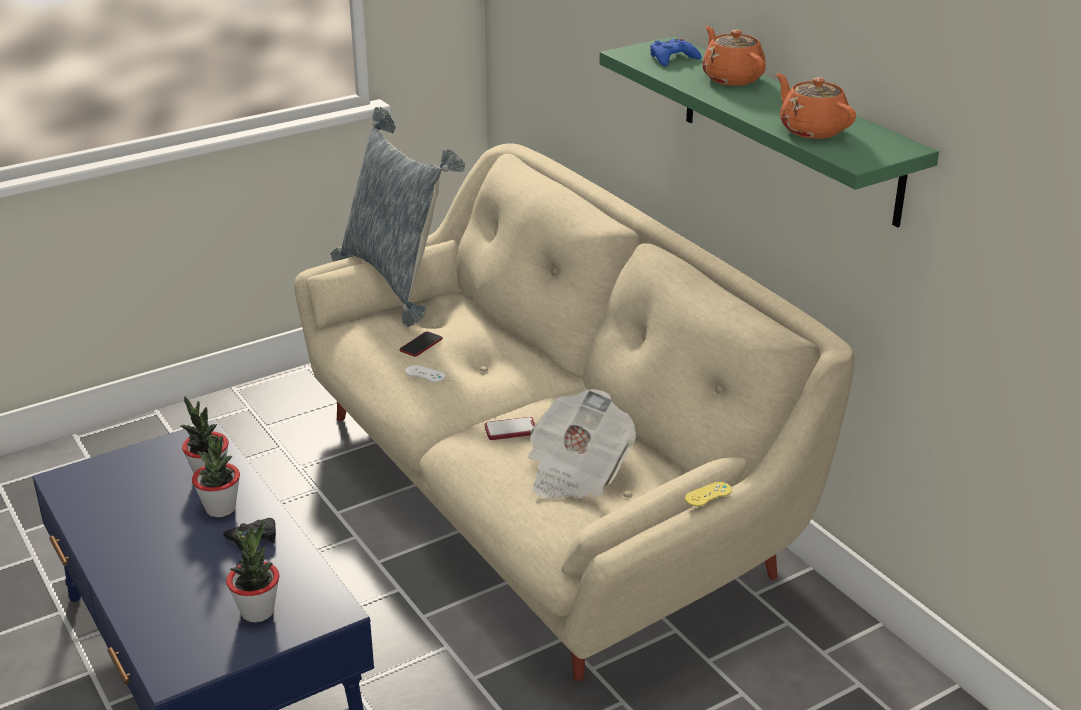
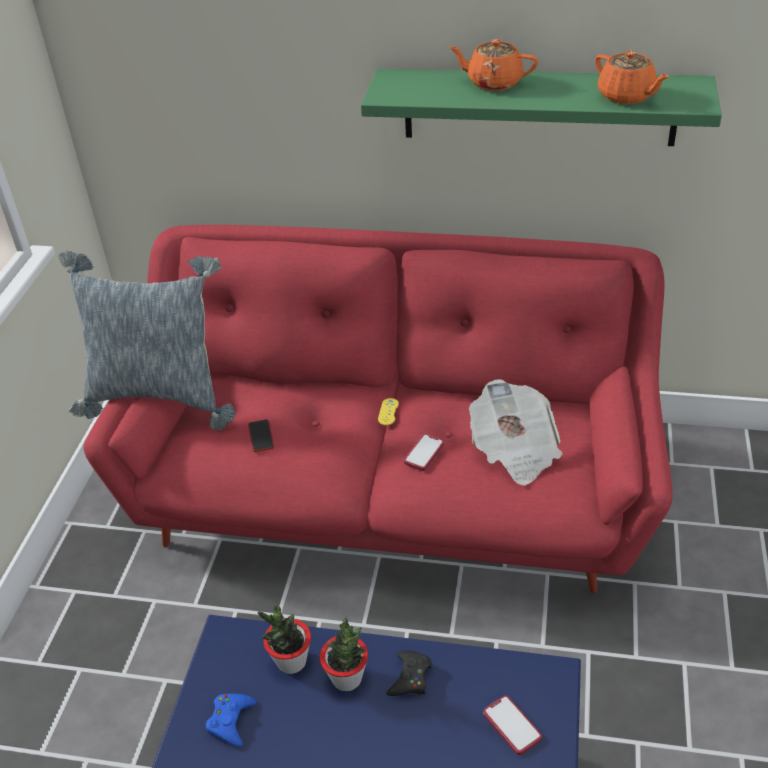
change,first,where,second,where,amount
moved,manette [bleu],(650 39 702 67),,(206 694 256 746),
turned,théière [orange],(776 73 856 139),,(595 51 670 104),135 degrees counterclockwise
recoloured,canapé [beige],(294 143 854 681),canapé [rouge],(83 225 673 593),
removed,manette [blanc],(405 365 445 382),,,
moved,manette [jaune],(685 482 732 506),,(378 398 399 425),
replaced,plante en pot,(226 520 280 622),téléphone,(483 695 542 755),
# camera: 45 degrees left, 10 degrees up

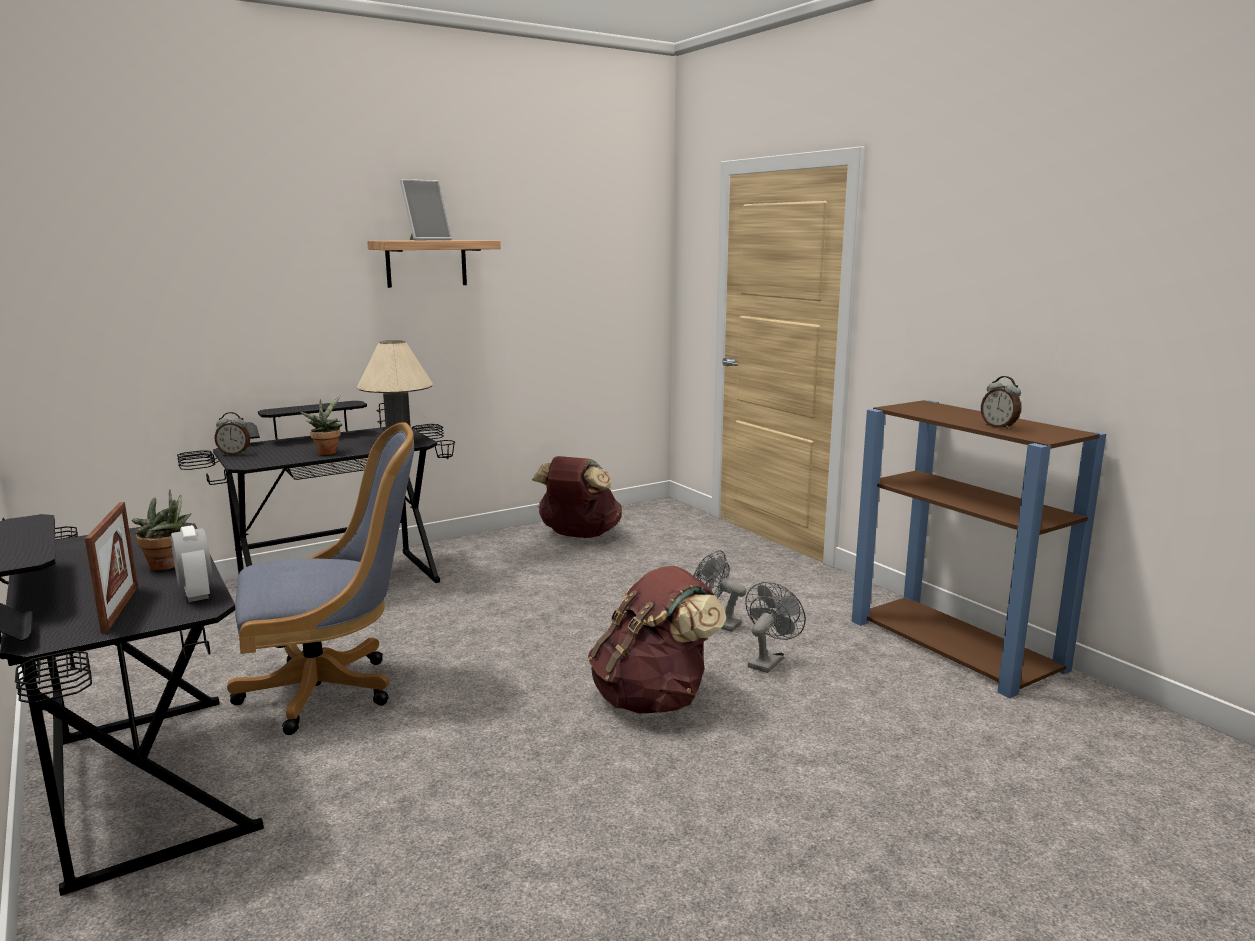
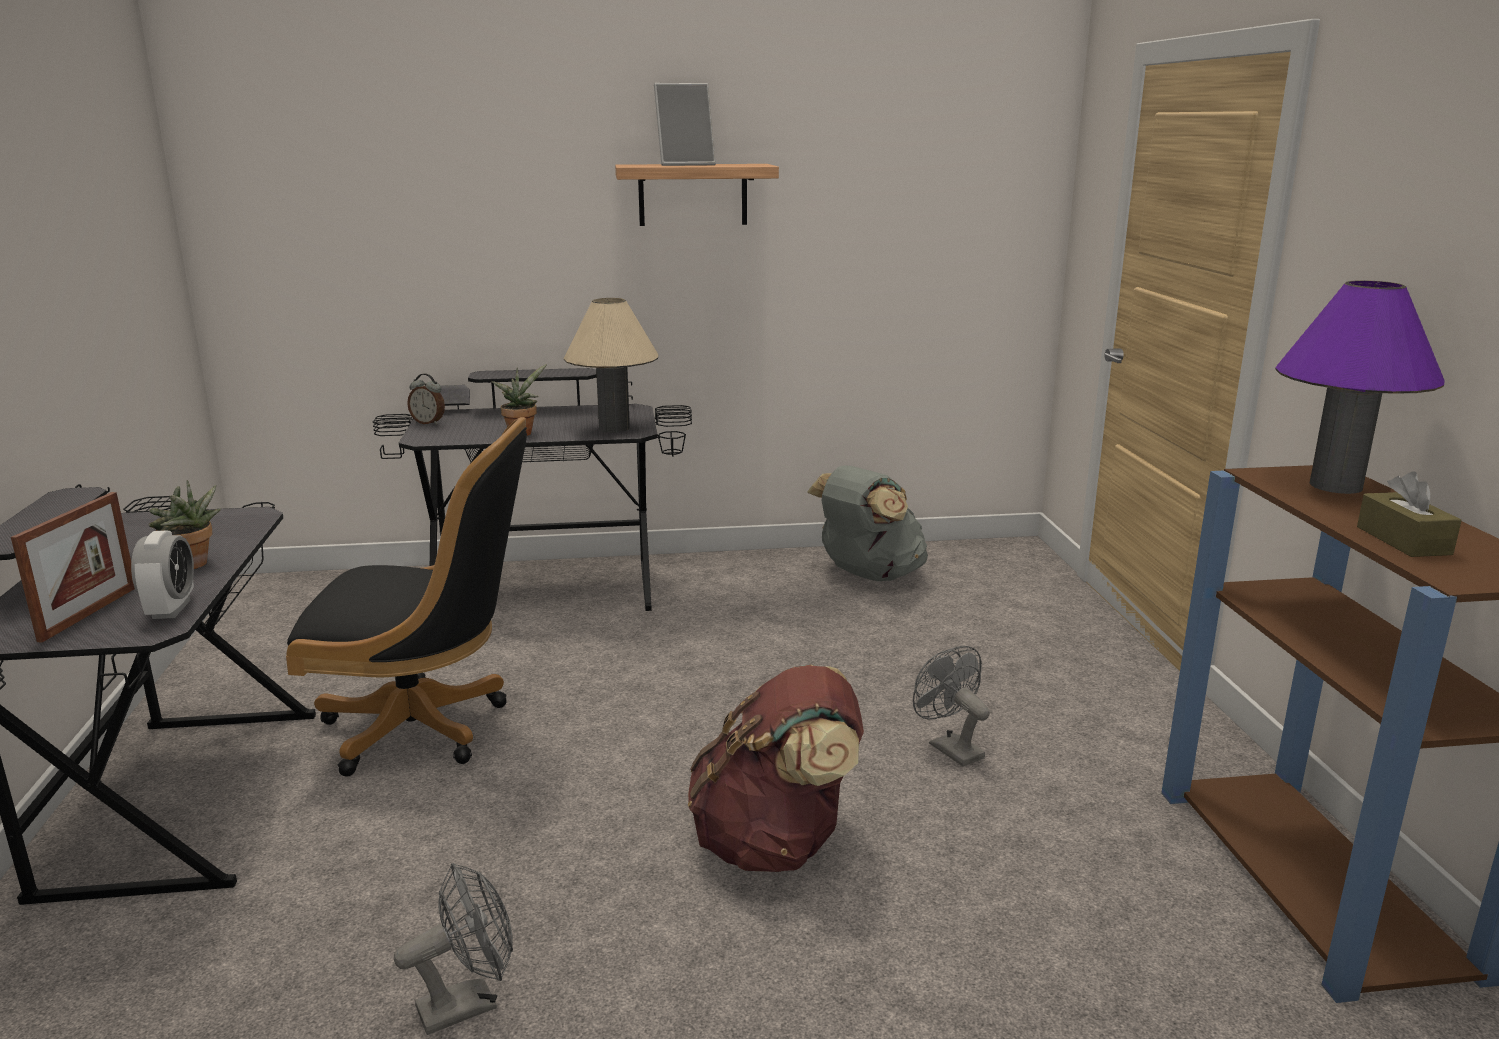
change,first,where,second,where,amount
replaced,réveil,(981 376 1021 430),boîte à mouchoirs [marron],(1357 471 1462 557),
recoloured,chaise de bureau [bleu],(227 422 414 735),chaise de bureau [noir],(286 417 527 777),
recoloured,sac à dos [marron],(532 456 622 538),sac à dos [gris],(807 465 928 581),
moved,ventilateur [gris],(745 582 806 673),,(394 863 513 1035),
added,,,lampe de table [violet],(1275 280 1445 494),
# camera: 25 degrees right, 5 degrees up

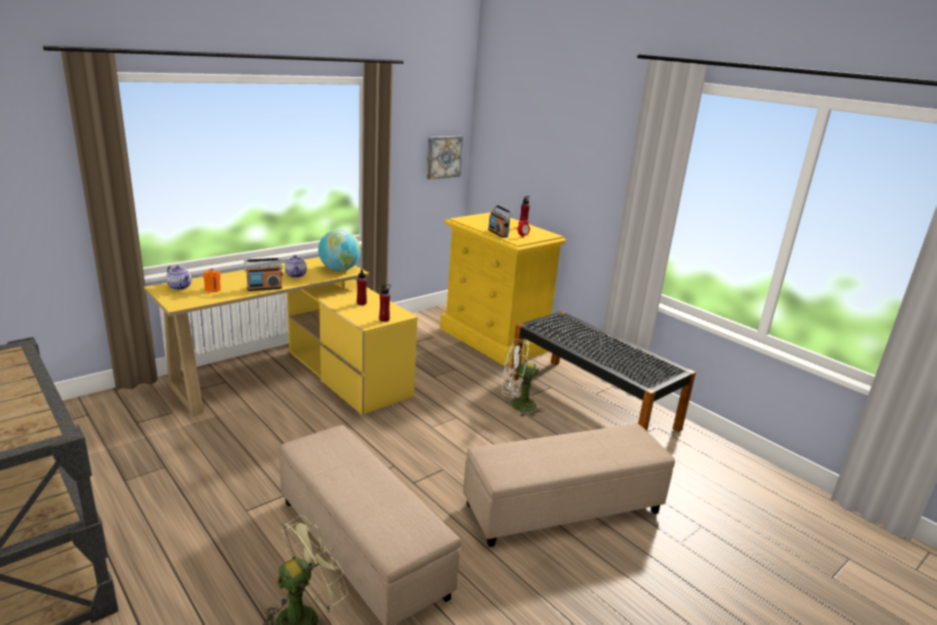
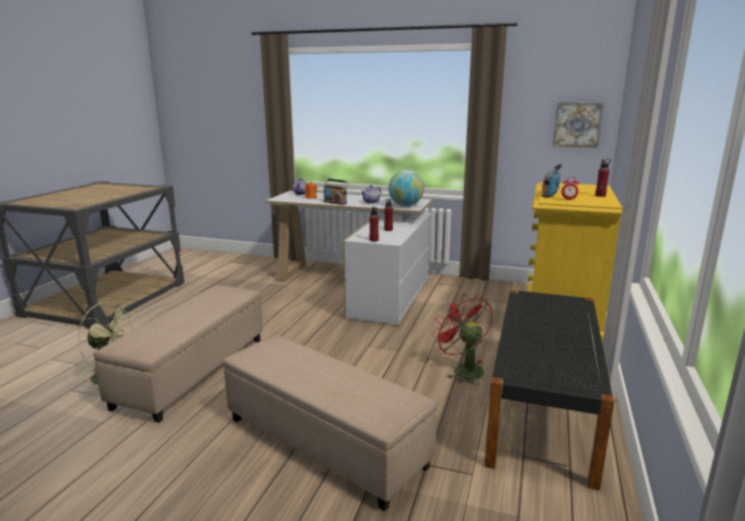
change,first,where,second,where,amount
recoloured,bureau [jaune],(144 257 418 416),bureau [blanc],(265 191 432 325),
recoloured,ventilateur [blanc],(501 339 544 417),ventilateur [rouge],(432 294 493 385),
# camera: 60 degrees right, 5 degrees down

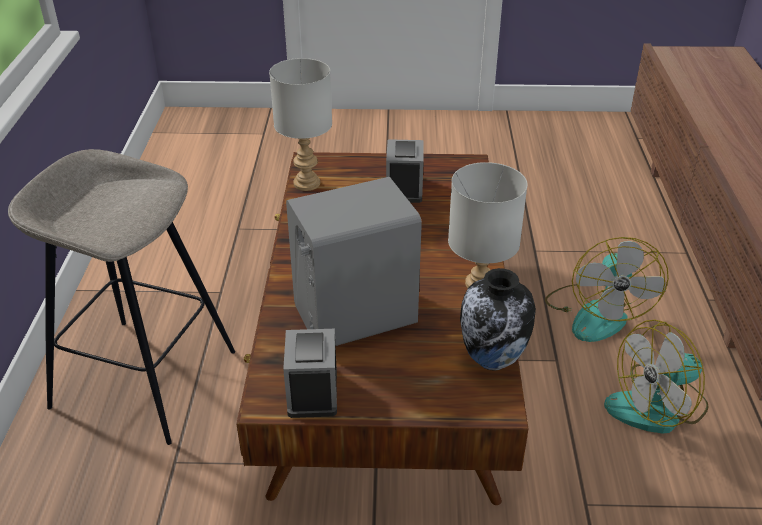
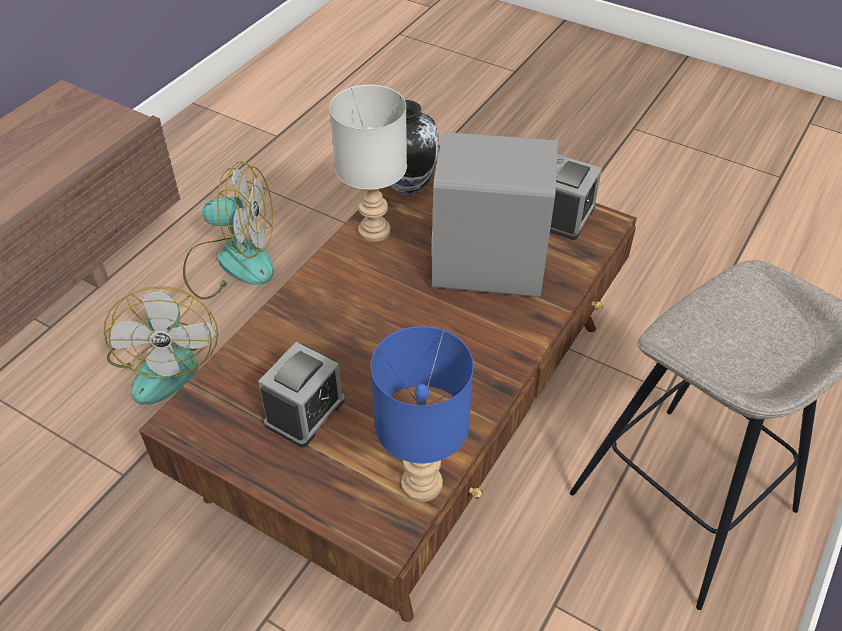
change,first,where,second,where,amount
recoloured,lampe de table [gris],(269 58 332 191),lampe de table [bleu],(371 326 473 502),
turned,ventilateur,(545 237 669 342),,(104 286 218 405),135 degrees clockwise
# camera: 150 degrees left, 10 degrees up

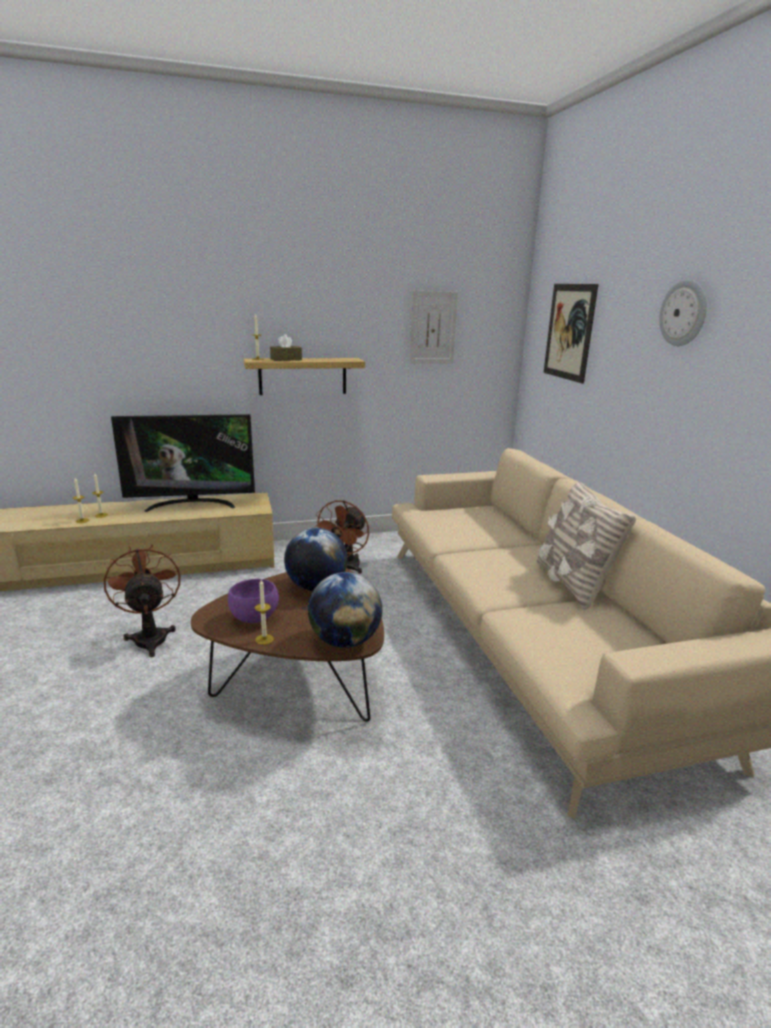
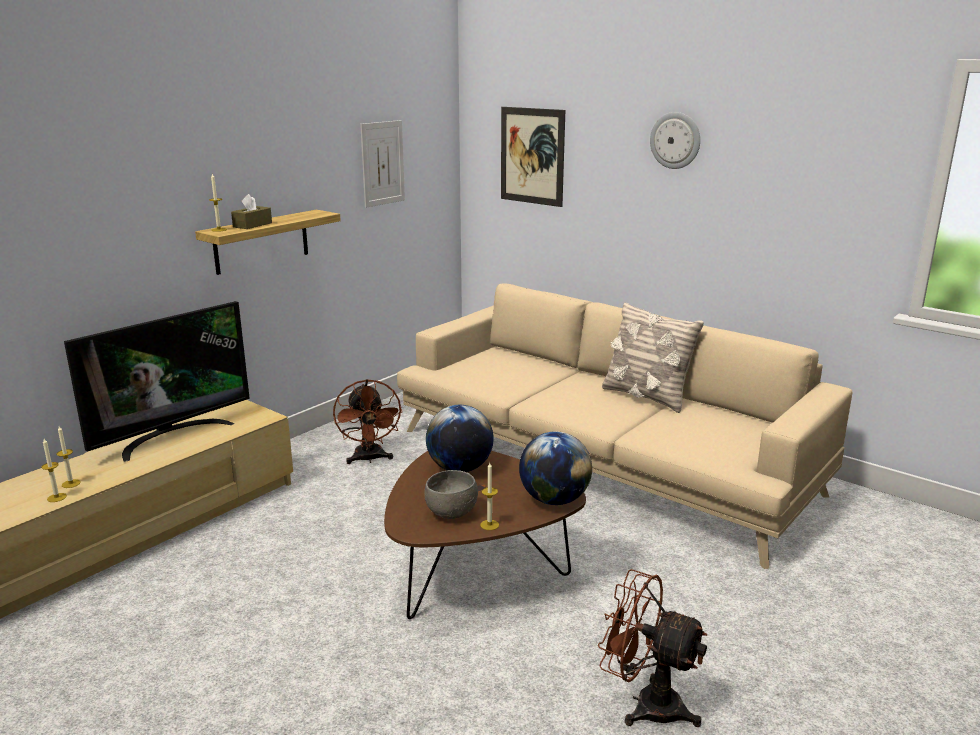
change,first,where,second,where,amount
moved,ventilateur [marron],(104 544 180 657),,(598 569 707 727),
recoloured,bol [violet],(228 579 279 623),bol [gris],(424 470 478 519),
# camera: 35 degrees left, 0 degrees up

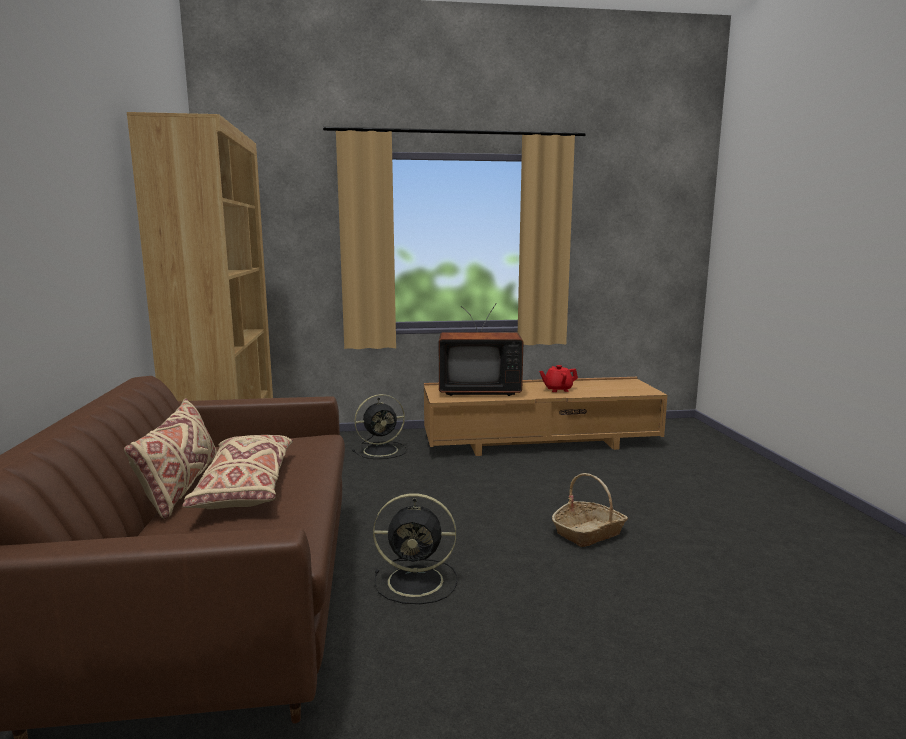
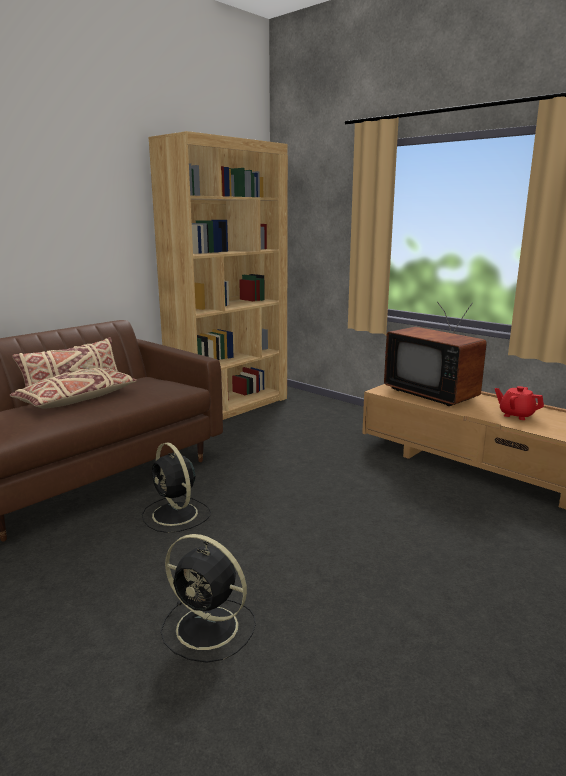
change,first,where,second,where,amount
moved,ventilateur [noir],(352 394 407 459),,(161 534 256 663),
removed,panier,(552 473 628 547),,,
# camera: 50 degrees right, 5 degrees up

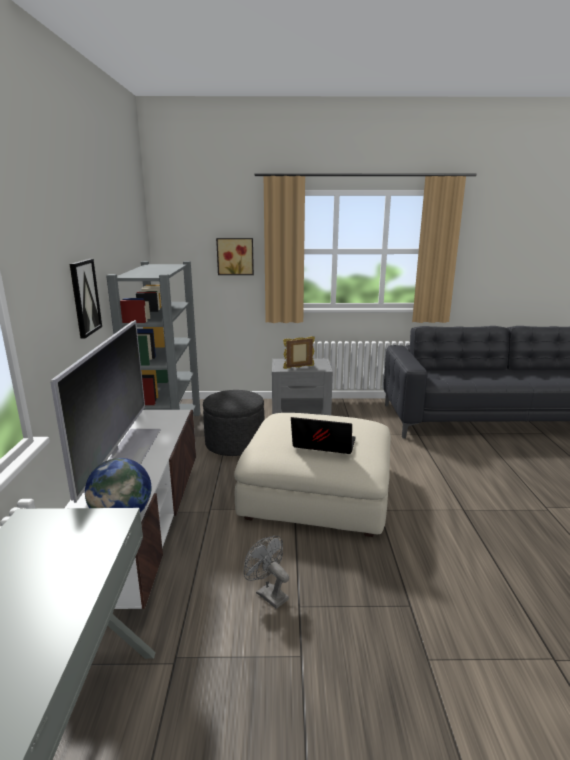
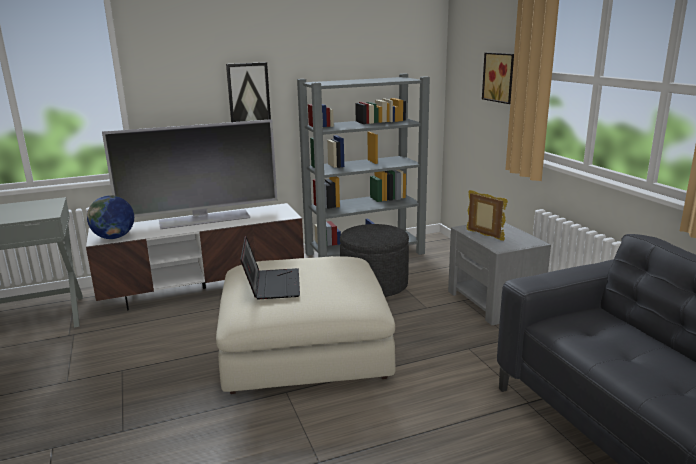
change,first,where,second,where,amount
removed,ventilateur [gris],(244 536 289 609),,,
# camera: 70 degrees right, 0 degrees up

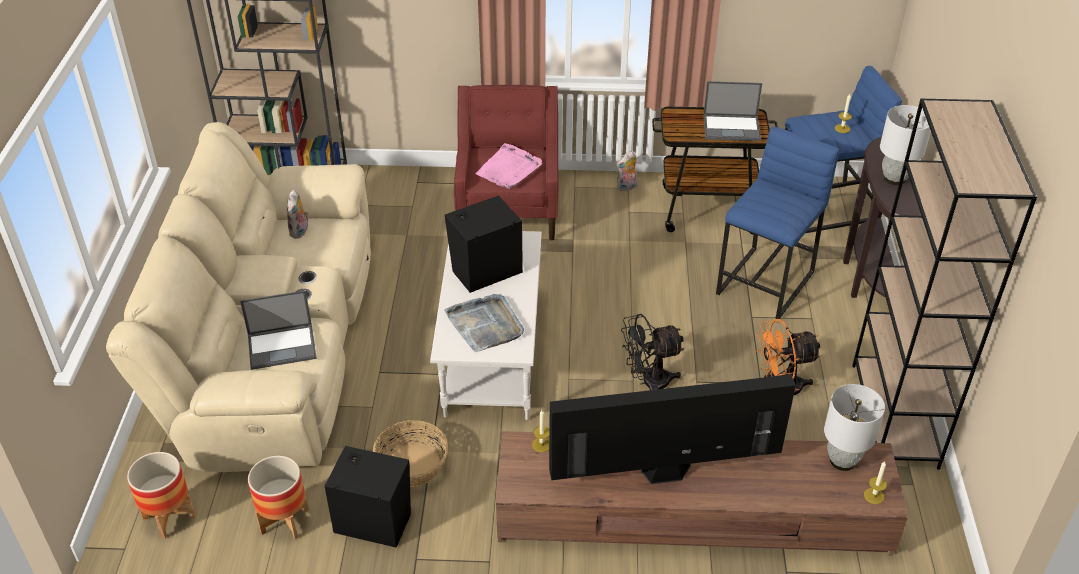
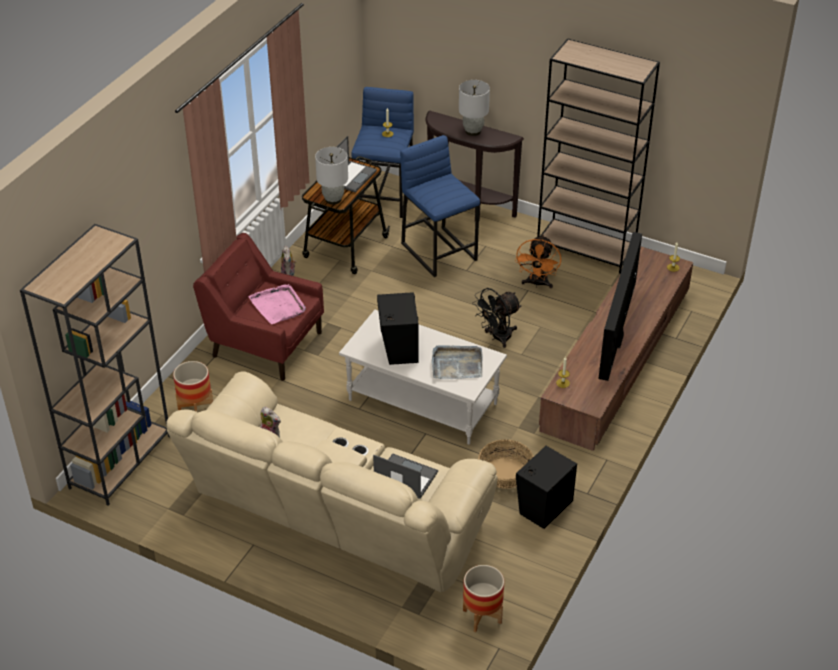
change,first,where,second,where,amount
turned,ordinateur portable,(240 290 317 370),,(373 453 438 499),75 degrees counterclockwise
turned,ventilateur [noir],(621 314 684 390),,(472 288 521 348),45 degrees clockwise
moved,lampe de table [blanc],(824 384 885 471),,(315 147 348 205),
moved,cache-pot,(248 456 309 539),,(173 361 213 412),
# camera: 65 degrees left, 0 degrees up

